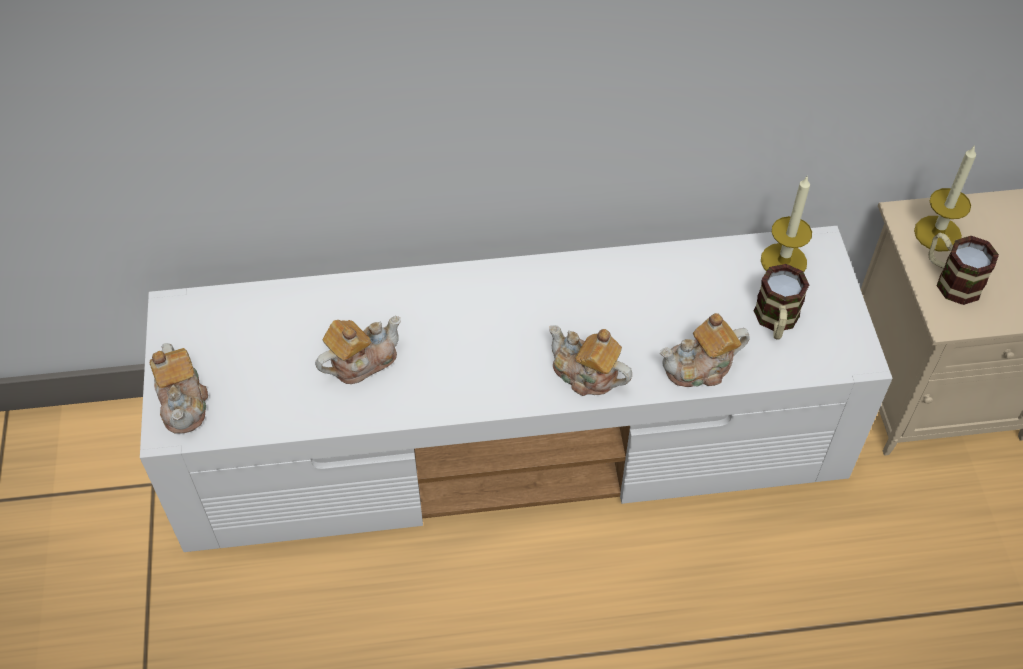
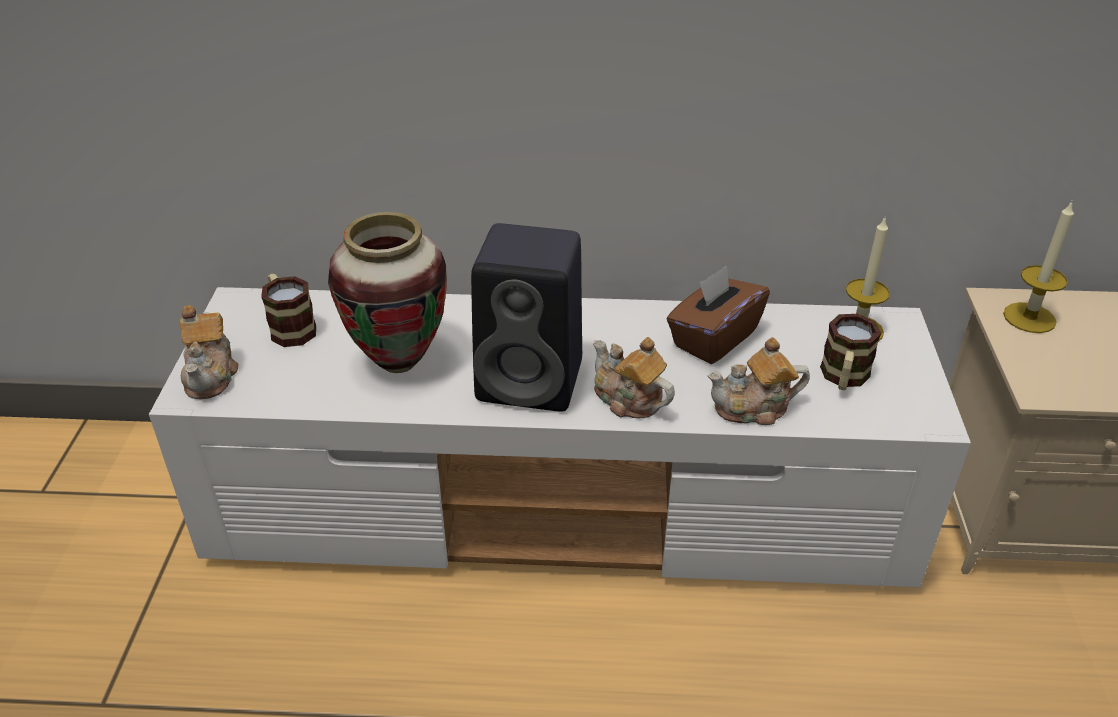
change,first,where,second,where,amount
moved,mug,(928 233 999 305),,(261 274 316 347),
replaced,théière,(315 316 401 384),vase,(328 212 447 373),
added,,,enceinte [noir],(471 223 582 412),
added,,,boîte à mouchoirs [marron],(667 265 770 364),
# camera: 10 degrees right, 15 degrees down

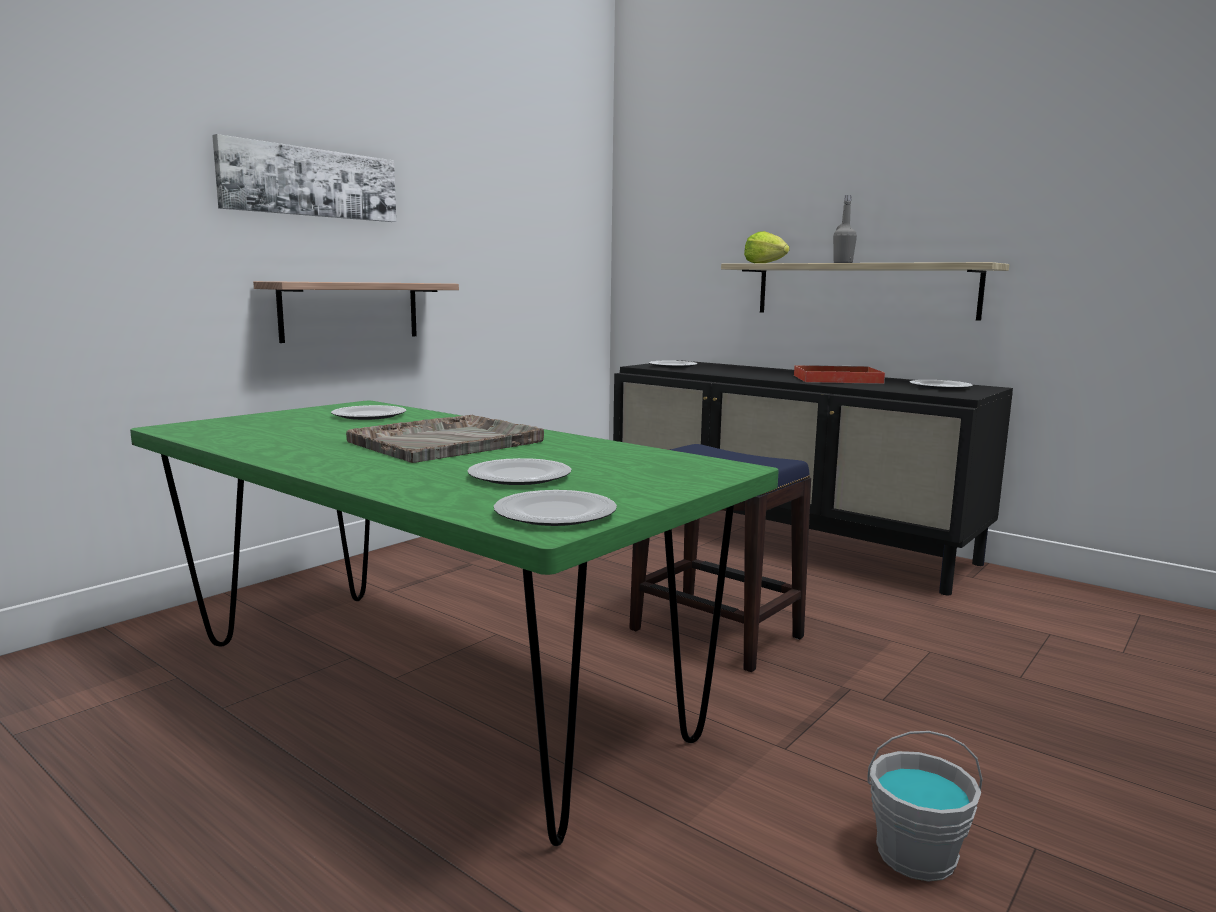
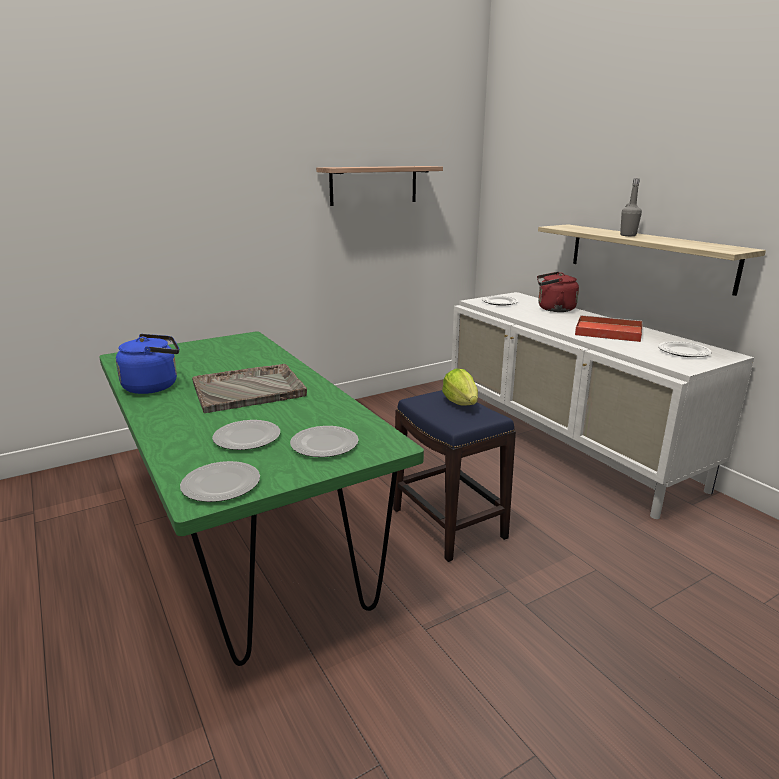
change,first,where,second,where,amount
removed,tableau,(212 134 396 222),,,
moved,laitue,(744 231 790 263),,(442 369 478 406),
moved,étagère,(253 281 459 343),,(316 166 443 206),
recoloured,meuble de rangement [noir],(613 360 1013 595),meuble de rangement [blanc],(451 292 754 519),
moved,assiette,(331 405 406 420),,(290 426 359 457),
removed,seau [gris],(867 731 983 882),,,
added,,,bouilloire [rouge],(537 272 579 312),
added,,,bouilloire [bleu],(116 334 179 394),
# camera: 20 degrees right, 10 degrees up

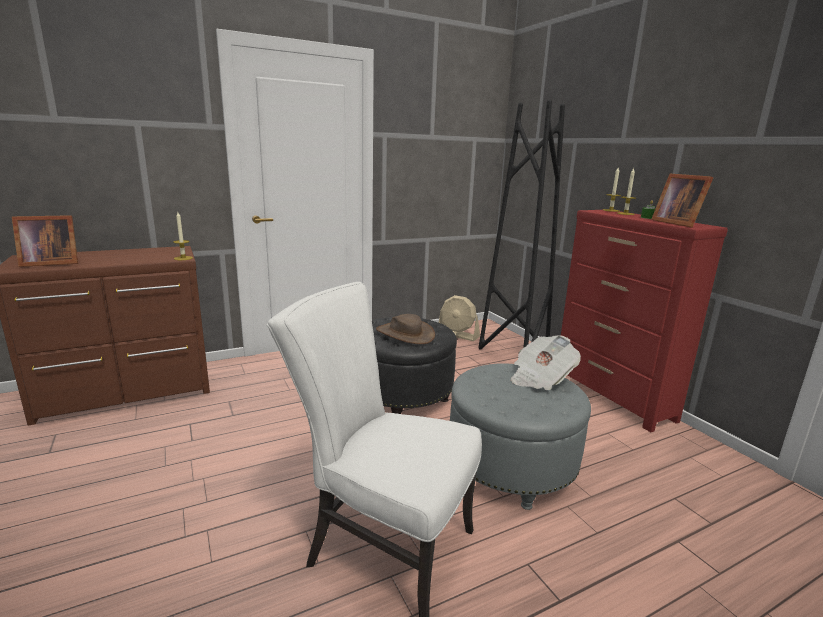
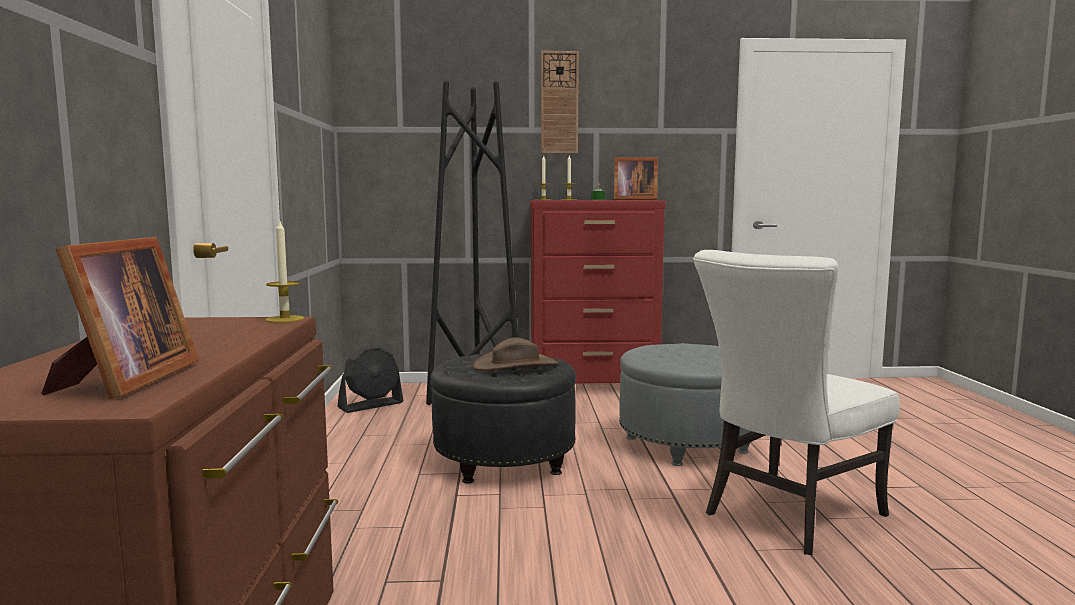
change,first,where,second,where,amount
recoloured,ventilateur [beige],(439 295 480 341),ventilateur [noir],(337 345 403 413),
removed,journal,(511 335 581 390),,,
added,,,horloge murale,(541 51 579 153),
# camera: 65 degrees left, 10 degrees down

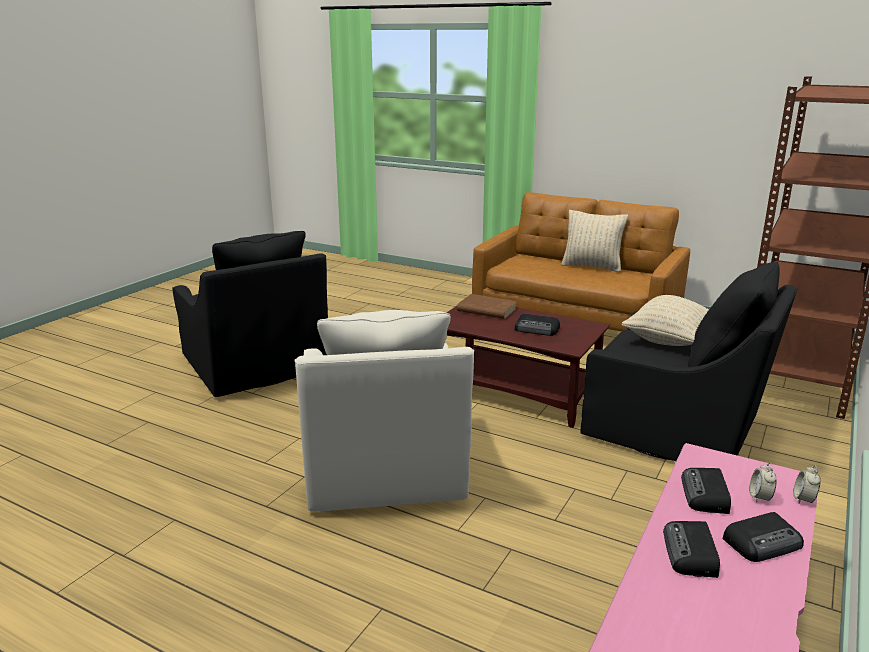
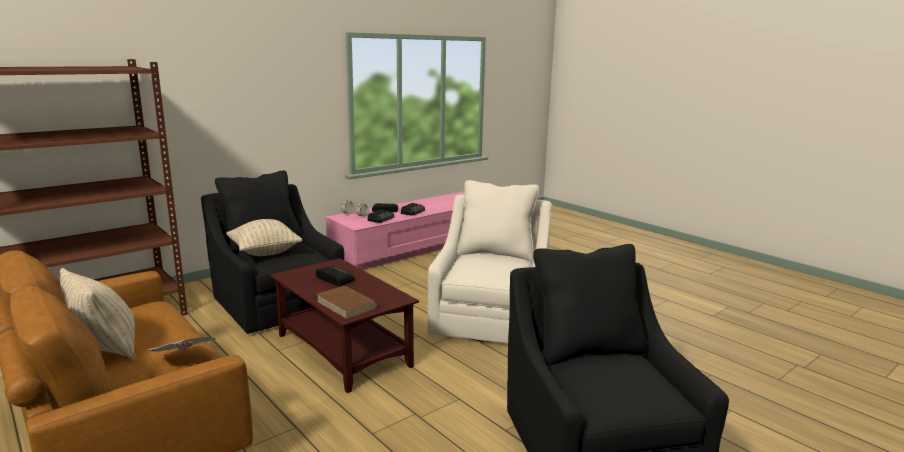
change,first,where,second,where,amount
added,,,journal,(147 337 216 352),
# camera: 160 degrees left, 5 degrees down

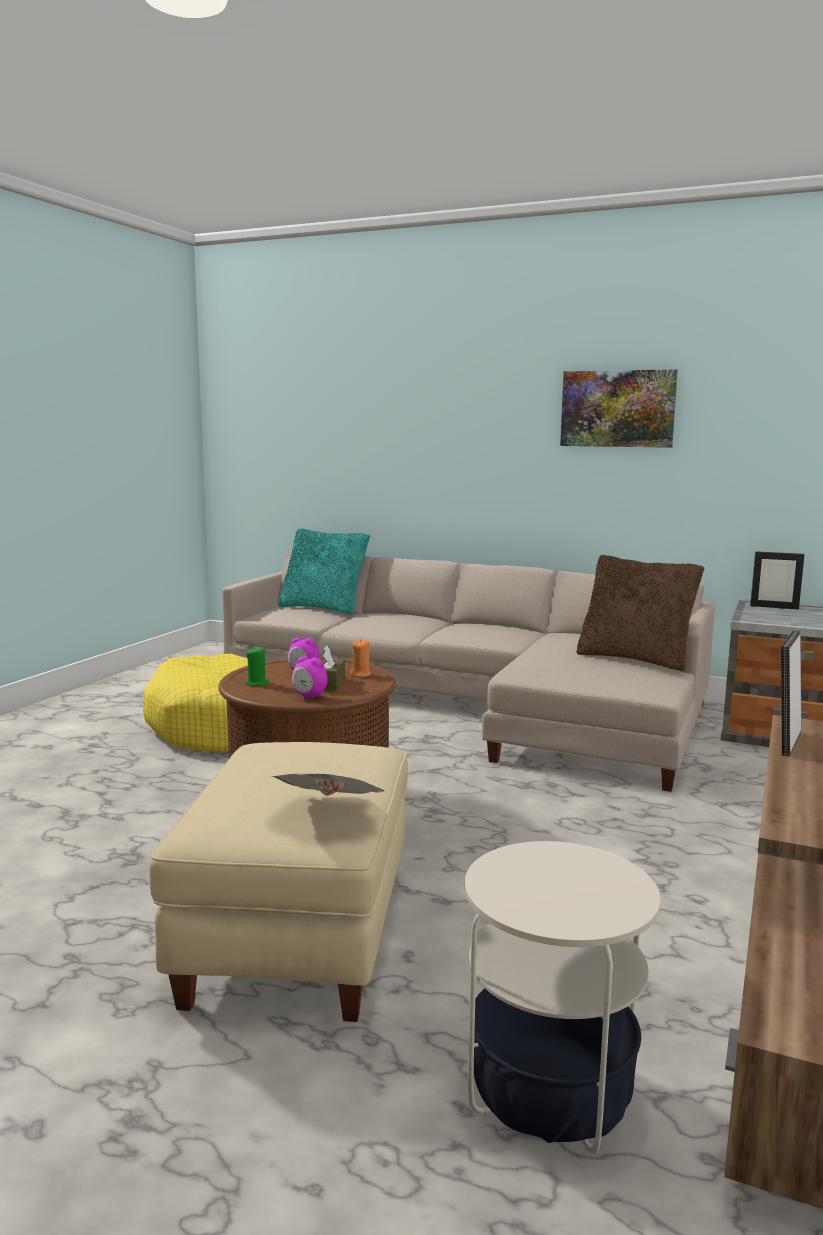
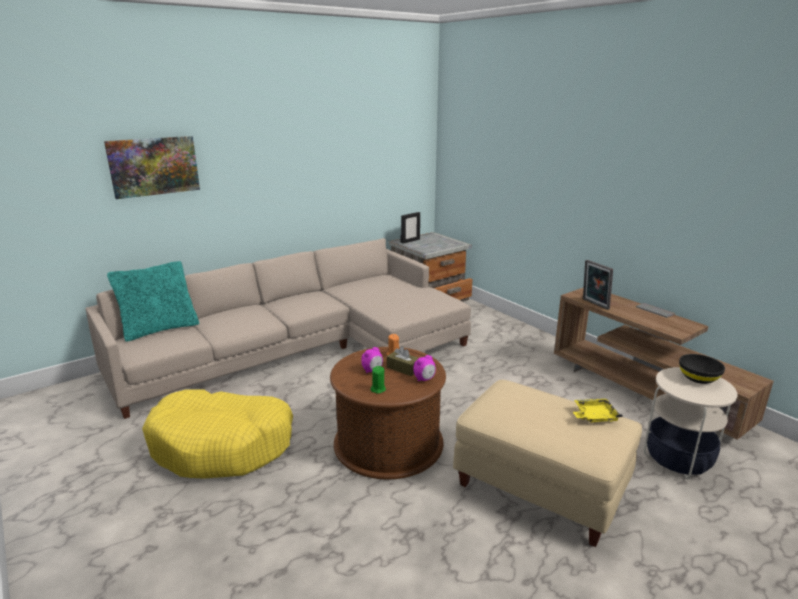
change,first,where,second,where,amount
moved,tableau,(560 369 678 448),,(104 136 200 199),
removed,coussin [marron],(576 555 704 671),,,
replaced,journal,(271 773 384 796),plateau [jaune],(573 399 622 423),
added,,,bol [noir],(679 354 725 384),
# camera: 60 degrees left, 10 degrees up

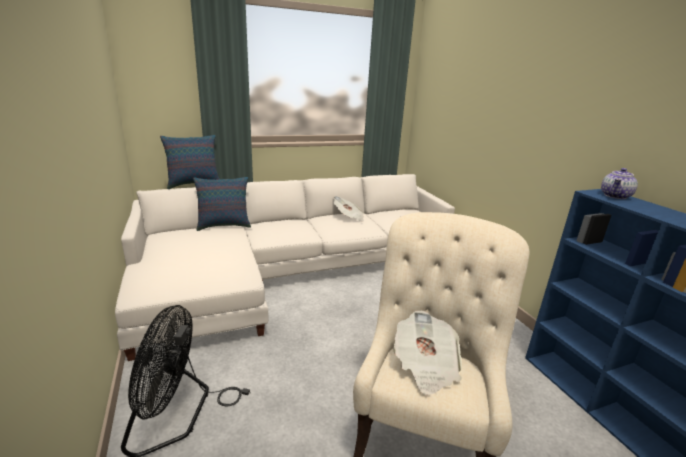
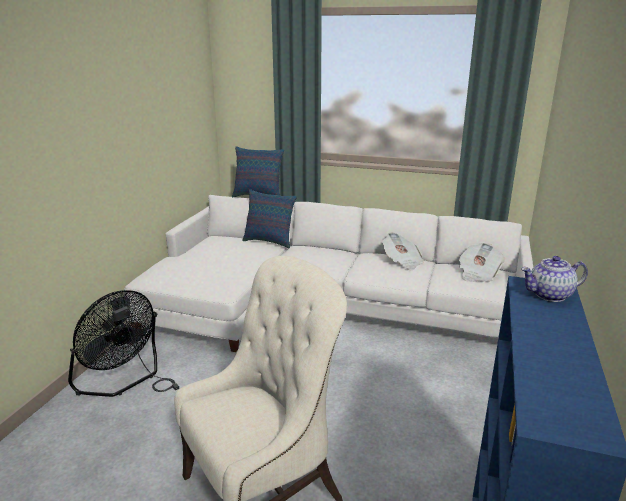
change,first,where,second,where,amount
moved,journal,(393 311 462 395),,(459 243 505 282),
# camera: 40 degrees right, 0 degrees up

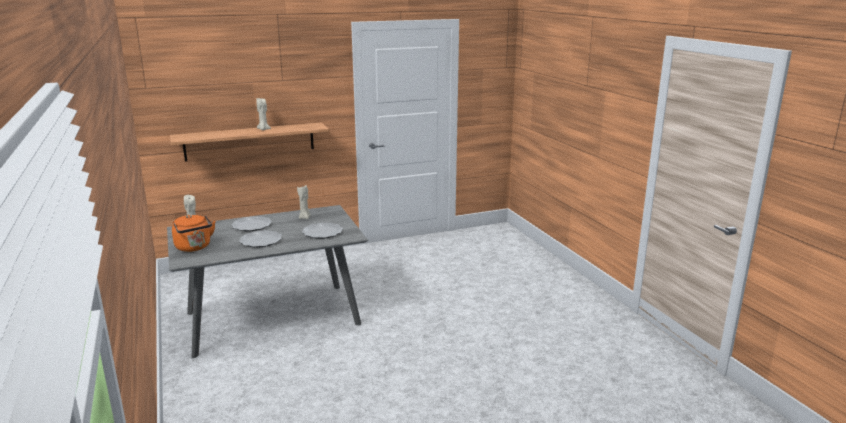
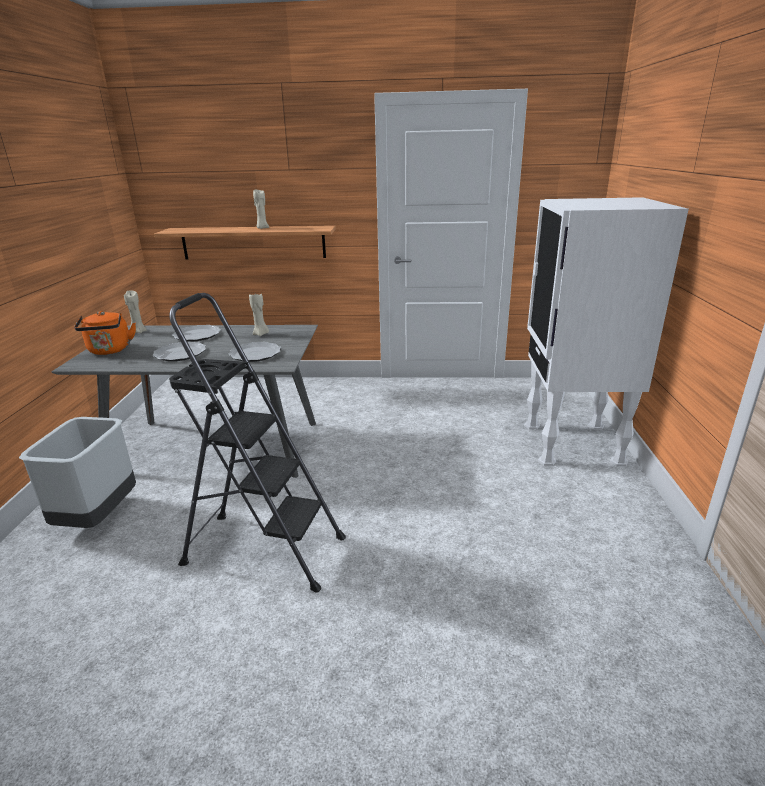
change,first,where,second,where,amount
added,,,meuble de rangement [blanc],(524 197 689 466),
added,,,escabeau,(169 293 346 592),
added,,,poubelle [gris],(19 417 136 528),
# camera: 25 degrees right, 5 degrees up

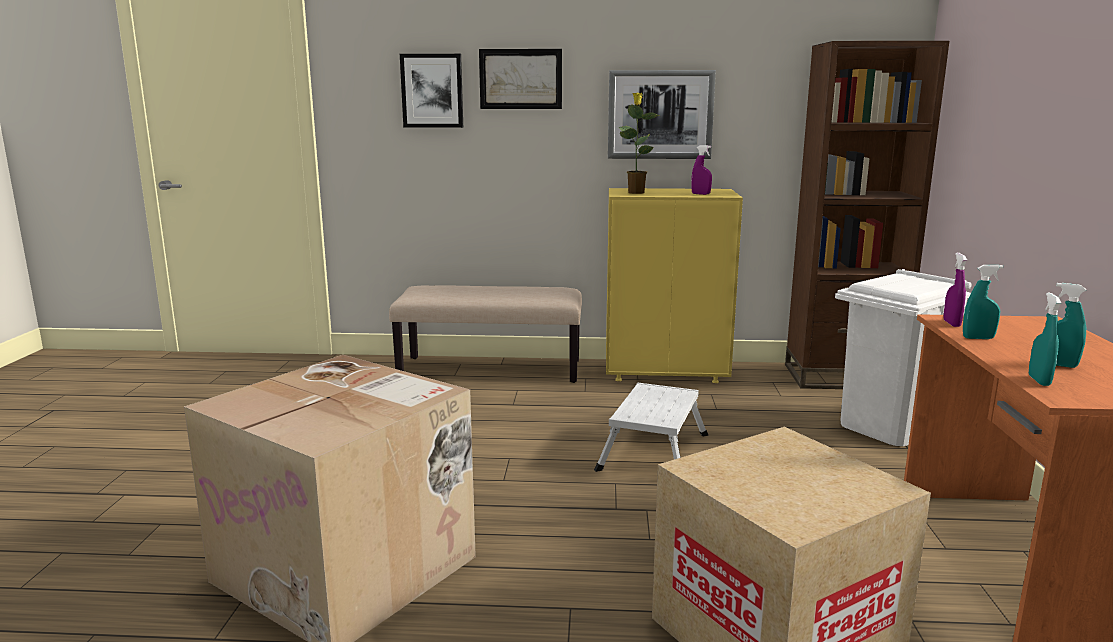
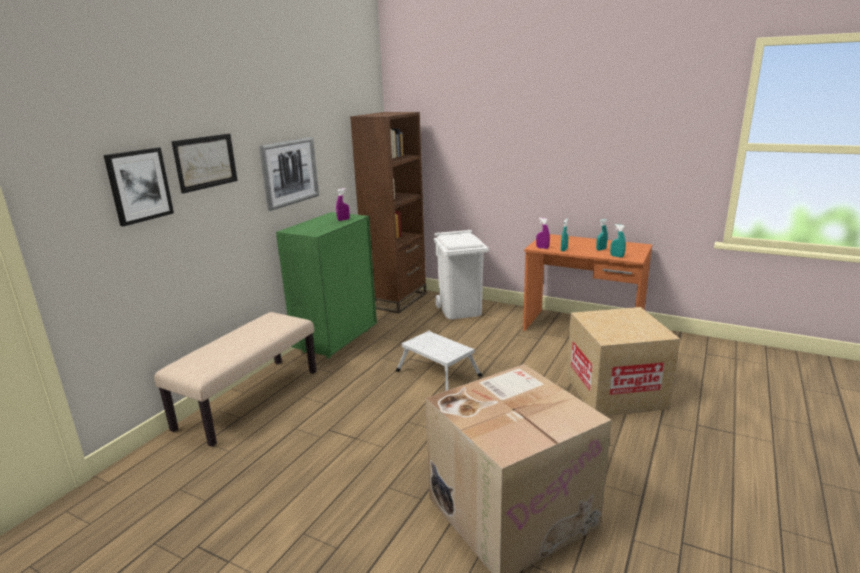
change,first,where,second,where,amount
removed,plante en pot,(619 92 659 194),,,
recoloured,meuble de rangement [jaune],(606 188 743 383),meuble de rangement [vert],(276 212 377 359),
# camera: 65 degrees left, 5 degrees up

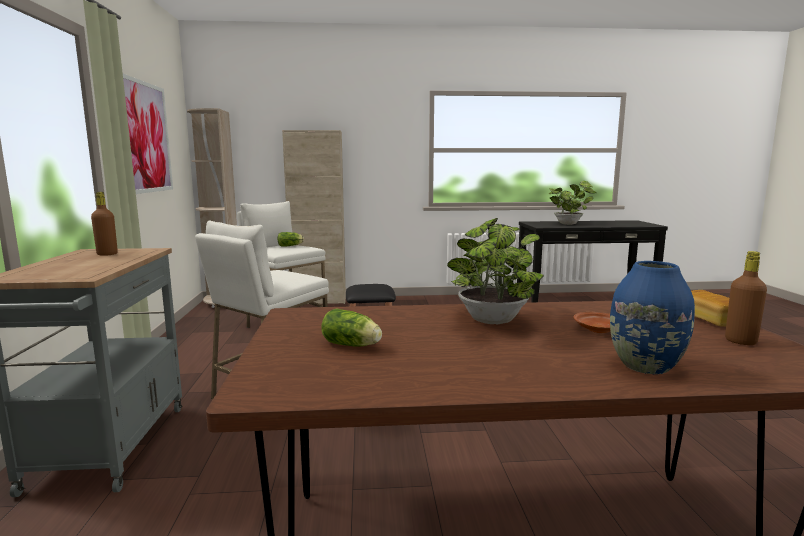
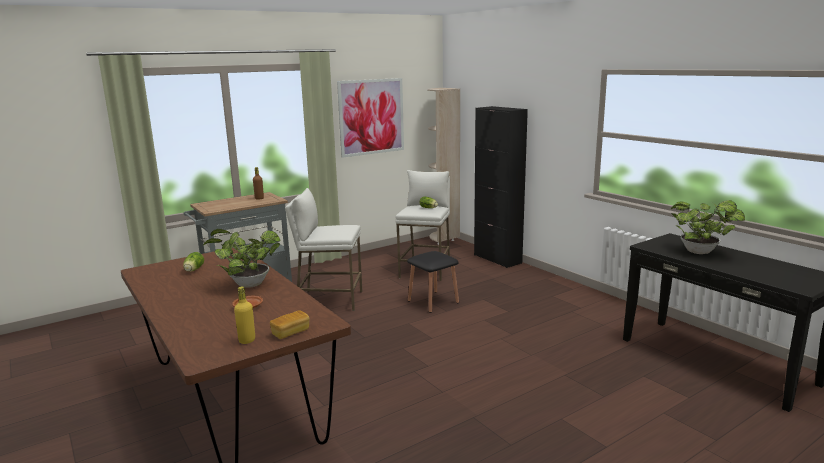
change,first,where,second,where,amount
recoloured,meuble de rangement [beige],(282 130 346 304),meuble de rangement [noir],(474 106 528 268),
recoloured,bouteille [marron],(725 251 767 345),bouteille [jaune],(234 286 255 344),
removed,vase [bleu],(610 261 695 374),,,
# camera: 60 degrees right, 5 degrees up

